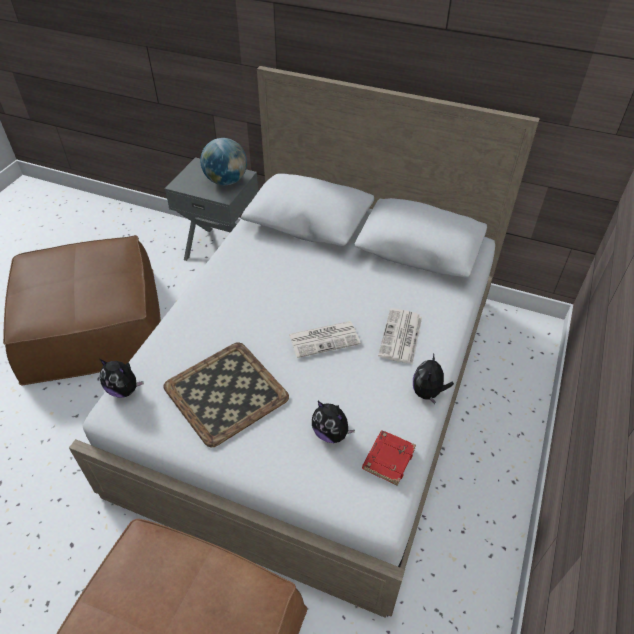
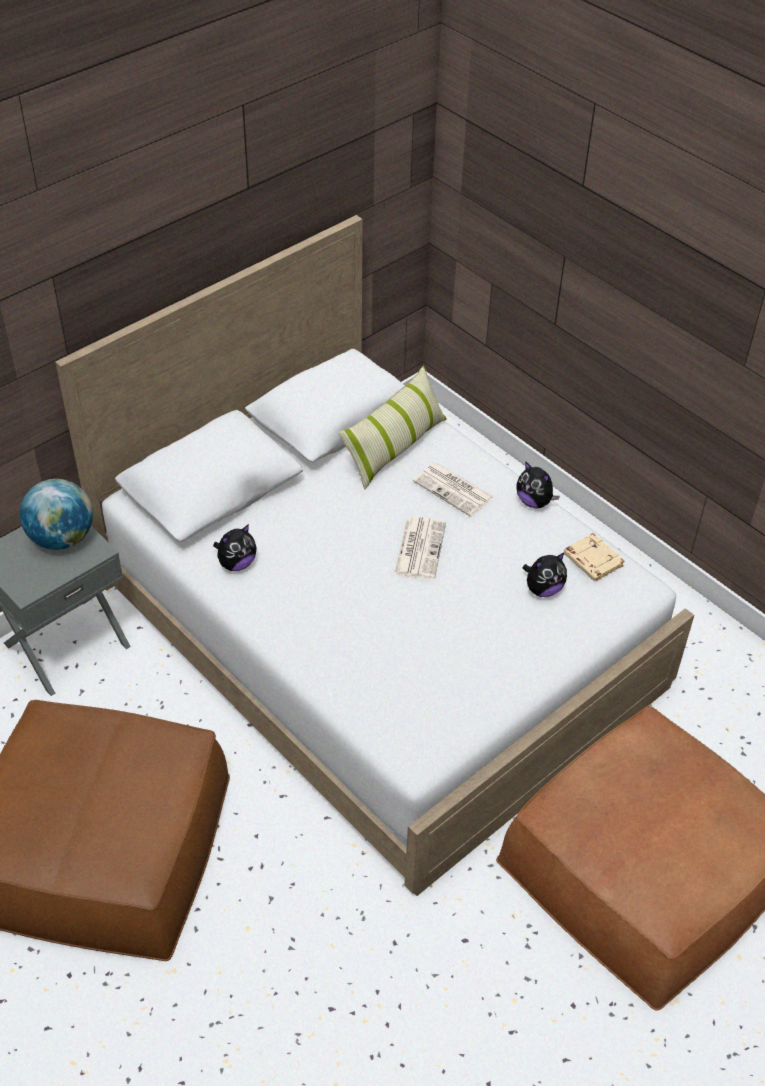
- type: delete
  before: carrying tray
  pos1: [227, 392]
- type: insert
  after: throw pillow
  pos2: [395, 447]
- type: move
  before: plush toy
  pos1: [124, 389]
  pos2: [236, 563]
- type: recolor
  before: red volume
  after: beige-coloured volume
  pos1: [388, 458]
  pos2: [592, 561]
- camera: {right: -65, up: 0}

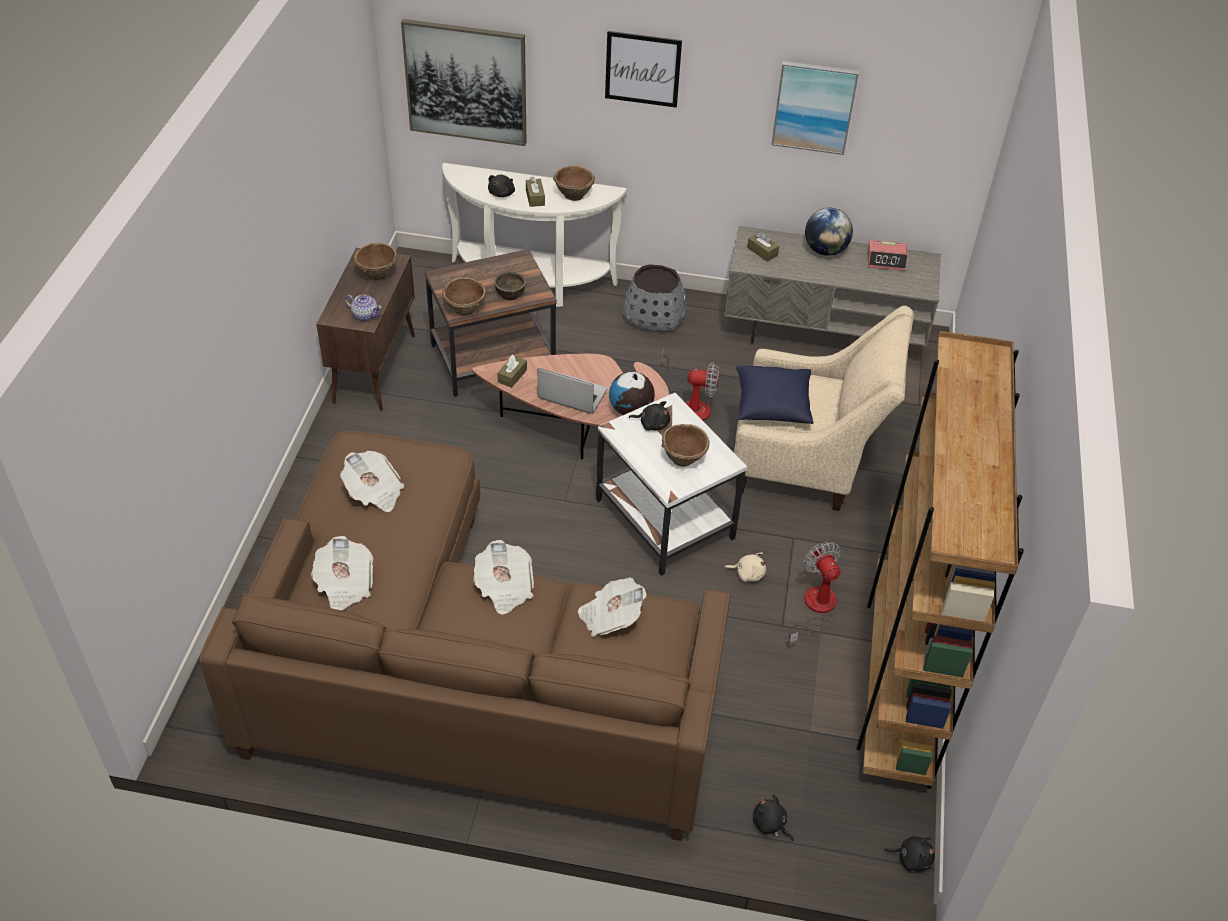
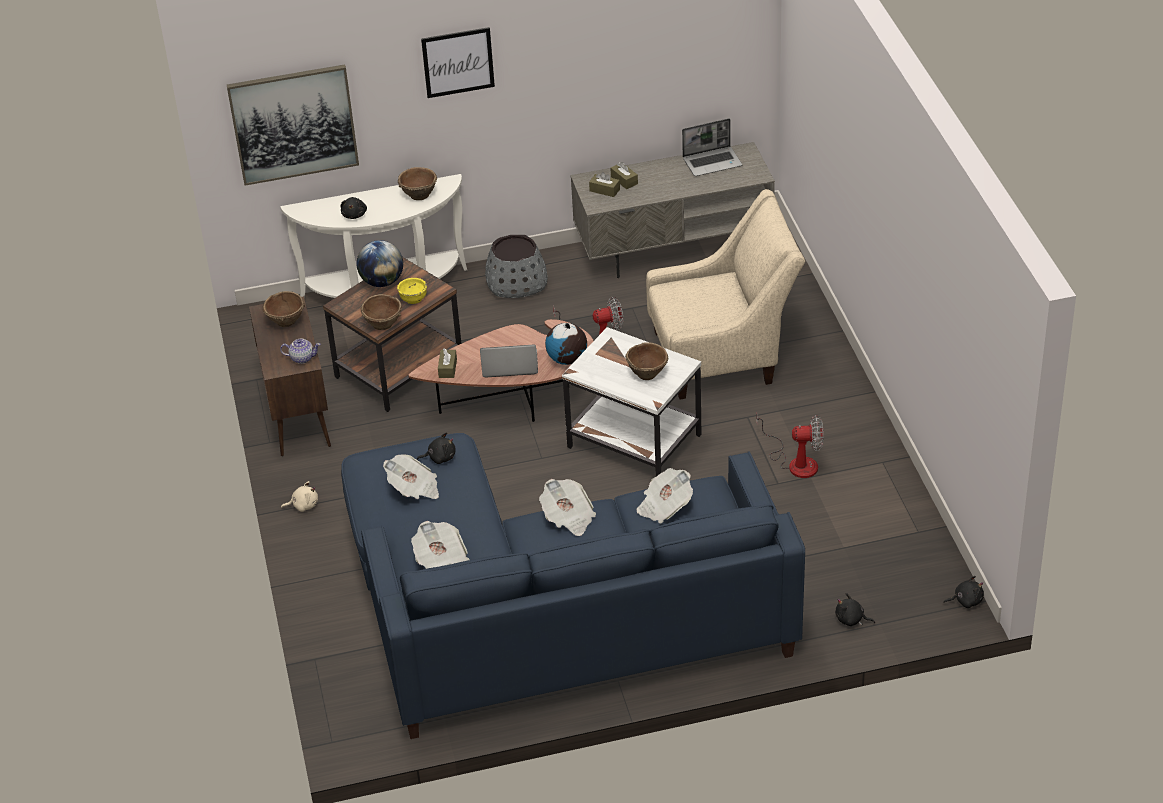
- type: delete
  before: blue-coloured throw pillow
  pos1: [772, 406]
- type: delete
  before: wall picture
  pos1: [814, 107]
- type: delete
  before: brown-coloured bookcase
  pos1: [898, 681]
- type: move
  before: brown-coloured box of tissues
  pos1: [535, 198]
  pos2: [624, 180]
- type: move
  before: black-coloured plush toy
  pos1: [652, 424]
  pos2: [440, 457]
- type: move
  before: beige-coloured plush toy
  pos1: [748, 573]
  pos2: [303, 505]
- type: move
  before: desk globe
  pos1: [825, 250]
  pos2: [382, 282]
- type: replace
  before: table clock
  after: notebook computer
  pos1: [886, 260]
  pos2: [712, 162]
- type: recolor
  before: brown-coloured sofa
  after: blue-coloured sofa
  pos1: [463, 676]
  pos2: [548, 614]
- type: recolor
  before: brown-coloured deep dish
  after: yellow deep dish
  pos1: [510, 294]
  pos2: [413, 299]
- type: rotate
  before: electric fan
  pos1: [814, 609]
  pos2: [795, 462]
  turn: 135
- camera: {right: -20, up: -5}

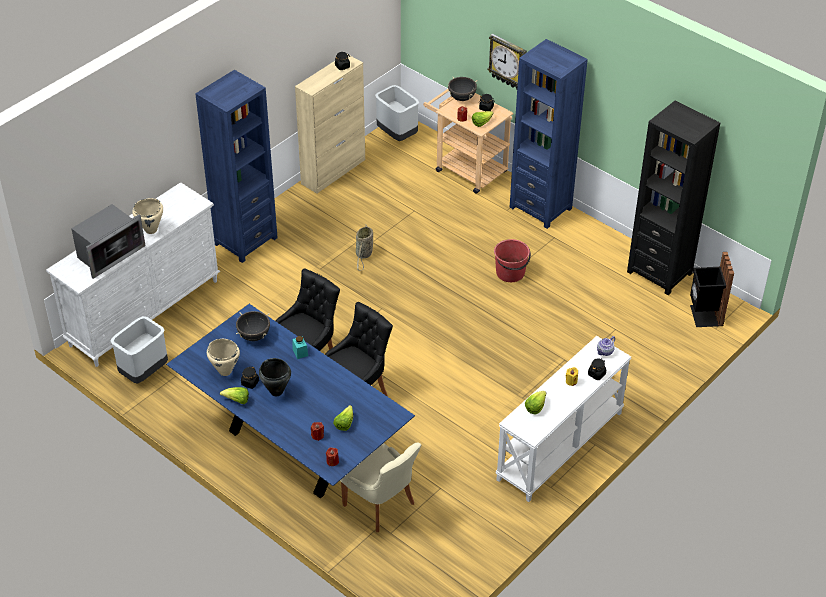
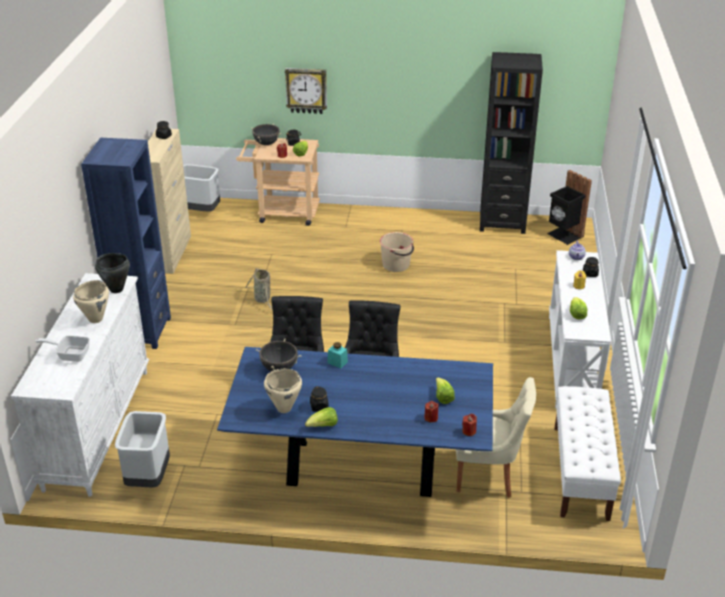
- type: delete
  before: blue-coloured bookcase
  pos1: [540, 208]
- type: insert
  after: white-coloured long seat
  pos2: [581, 472]
- type: move
  before: black-coloured cooking pot
  pos1: [276, 392]
  pos2: [116, 289]
- type: replace
  before: microwave
  after: skillet
  pos1: [109, 254]
  pos2: [70, 355]
- type: recolor
  before: red pail
  after: beige-coloured pail
  pos1: [510, 273]
  pos2: [396, 265]
- camera: {right: -35, up: -10}

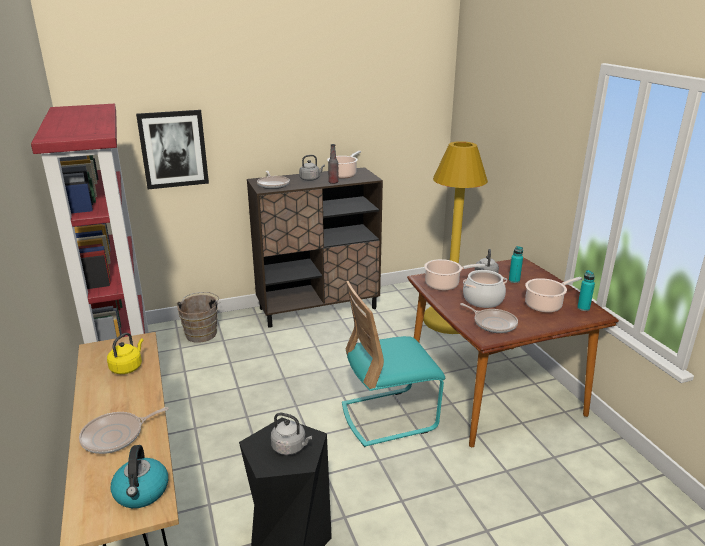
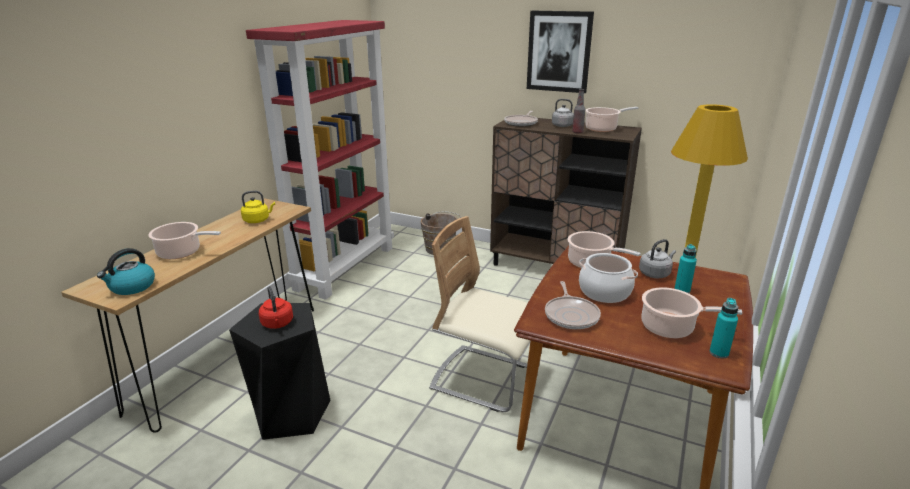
- type: move
  before: wall picture
  pos1: [173, 149]
  pos2: [559, 51]
- type: replace
  before: skillet
  after: cooking pot
  pos1: [116, 436]
  pos2: [182, 252]
- type: recolor
  before: gray tea kettle
  after: red tea kettle
  pos1: [290, 447]
  pos2: [277, 324]
- type: recolor
  before: turquoise plain chair
  after: beige-coloured plain chair
  pos1: [388, 416]
  pos2: [484, 379]
- camera: {right: 45, up: 0}

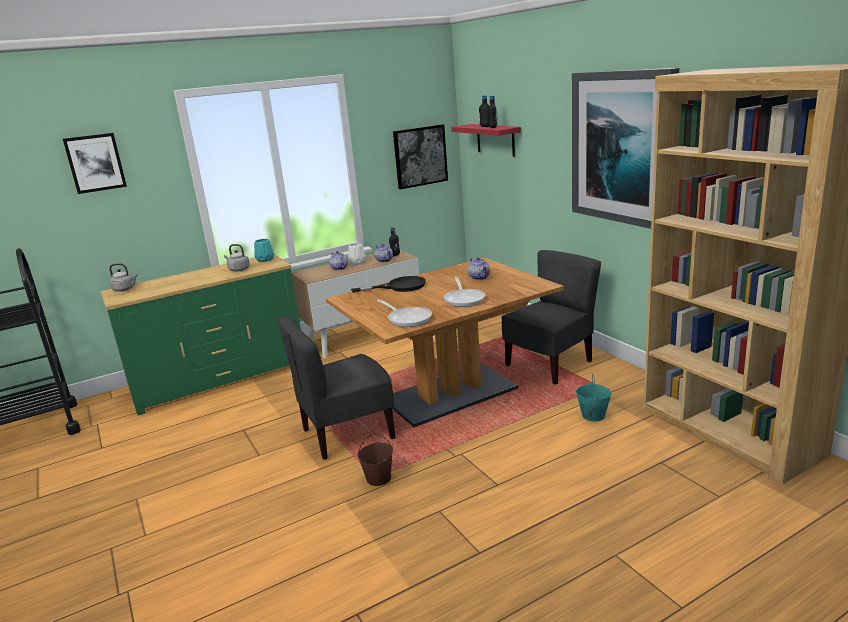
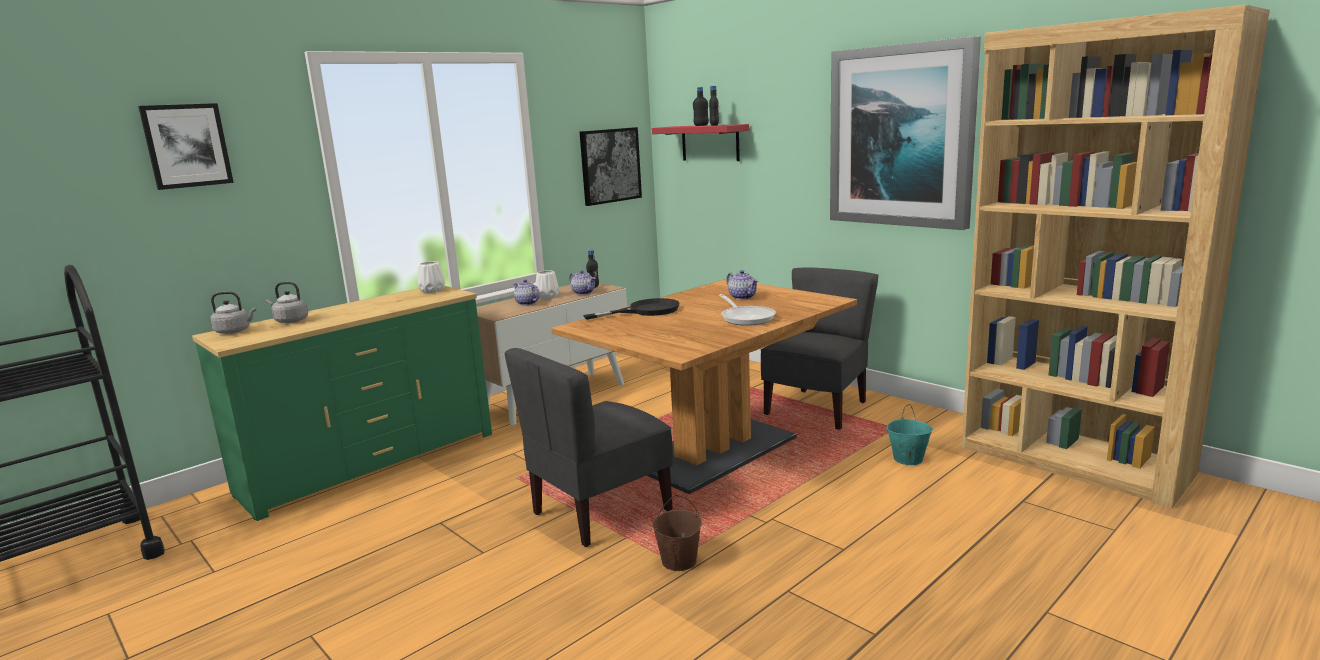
- type: delete
  before: skillet
  pos1: [407, 318]
- type: move
  before: gray tea kettle
  pos1: [238, 269]
  pos2: [290, 321]
- type: recolor
  before: turquoise vase
  after: white-coloured vase
  pos1: [265, 260]
  pos2: [432, 290]
- camera: {right: -15, up: -5}

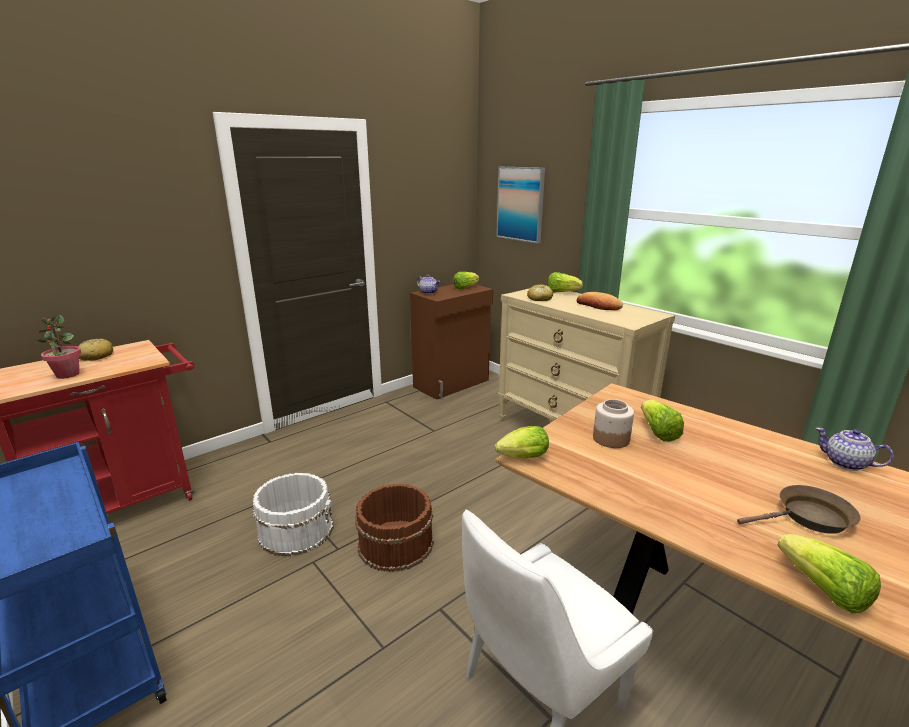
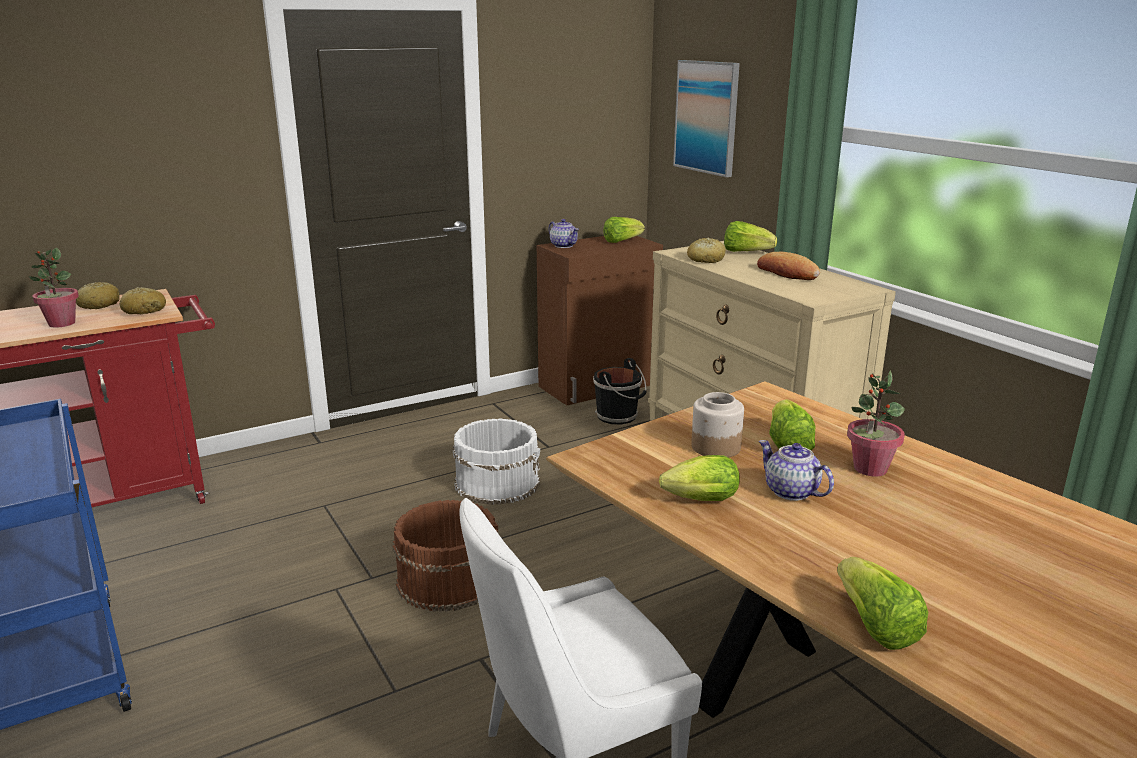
- type: delete
  before: brown-coloured skillet
  pos1: [809, 518]
- type: insert
  after: bakery bread
  pos2: [144, 310]
- type: insert
  after: black-coloured pail
  pos2: [618, 416]
- type: insert
  after: plant in a pot
  pos2: [870, 469]
- type: move
  before: white-coloured pail
  pos1: [296, 530]
  pos2: [497, 483]
- type: move
  before: lettuce
  pos1: [520, 458]
  pos2: [697, 500]
- type: move
  before: teapot
  pos1: [846, 463]
  pos2: [791, 492]
- camera: {right: 10, up: 0}

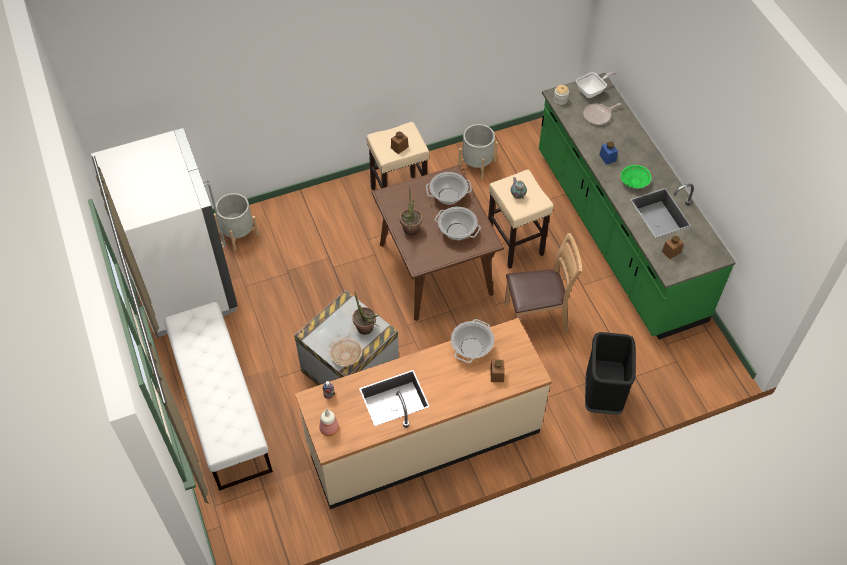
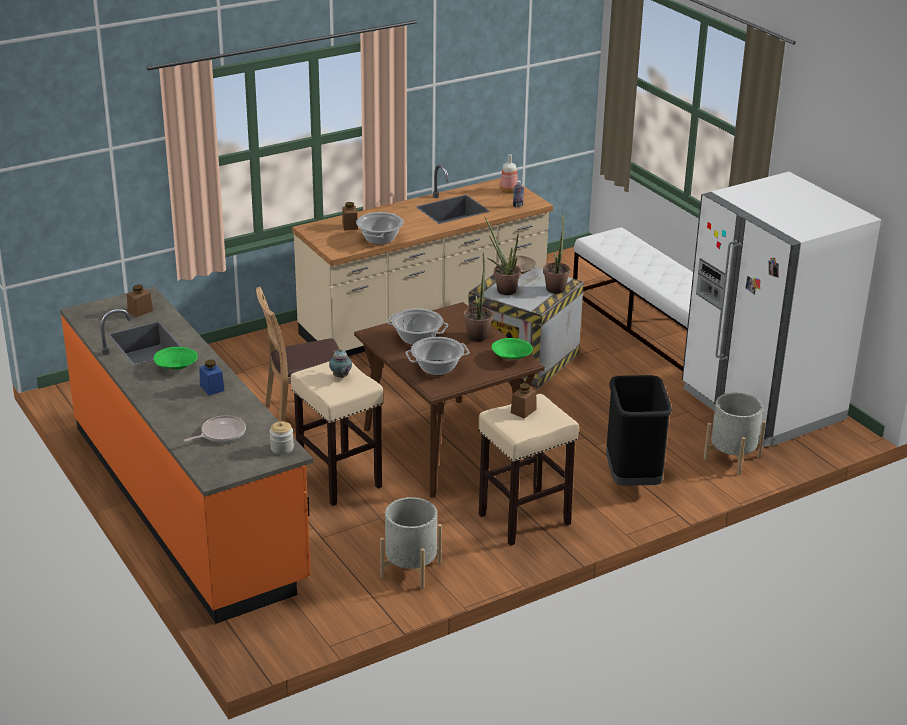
- type: delete
  before: skillet
  pos1: [592, 91]
- type: insert
  after: greenish deep dish
  pos2: [512, 357]
- type: insert
  after: plant in a pot
  pos2: [556, 287]
- type: move
  before: black-coloured trash can
  pos1: [602, 395]
  pos2: [633, 479]
- type: recolor
  before: greenish counter
  after: orangey counter
  pos1: [617, 235]
  pos2: [187, 502]
- camera: {right: 170, up: -25}

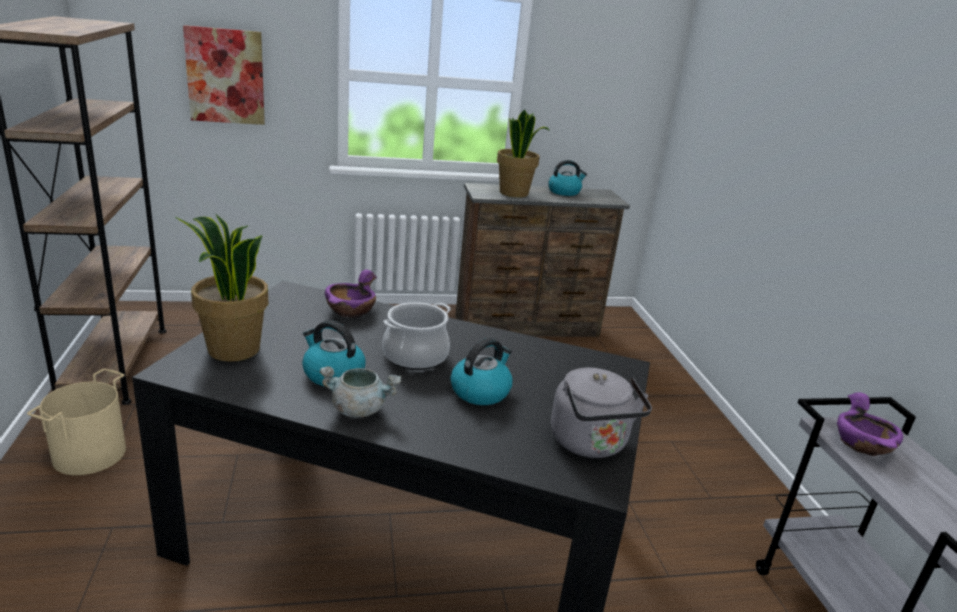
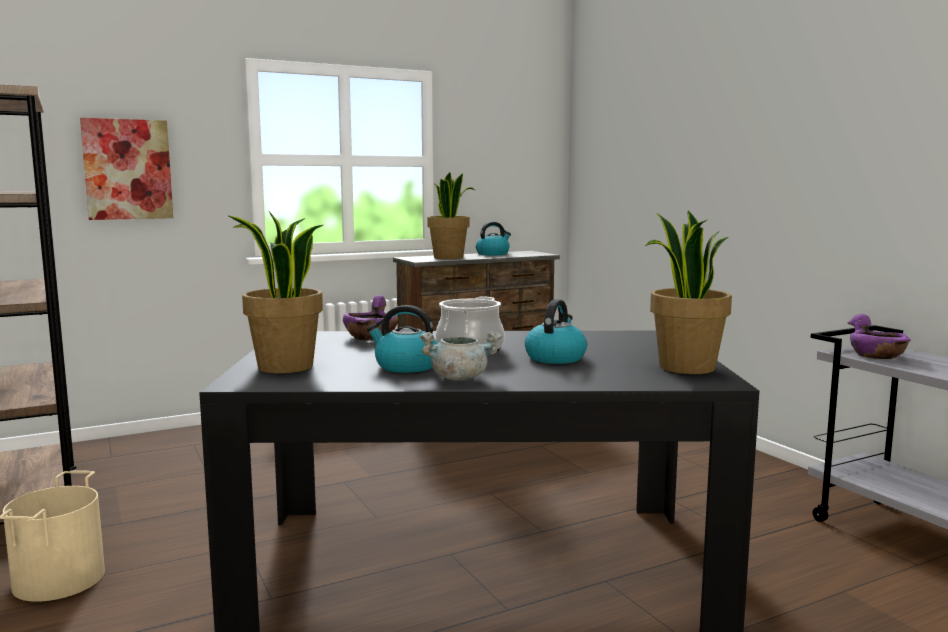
- type: replace
  before: gray tea kettle
  after: plant in a pot
  pos1: [591, 444]
  pos2: [685, 367]
- camera: {right: -15, up: -15}

